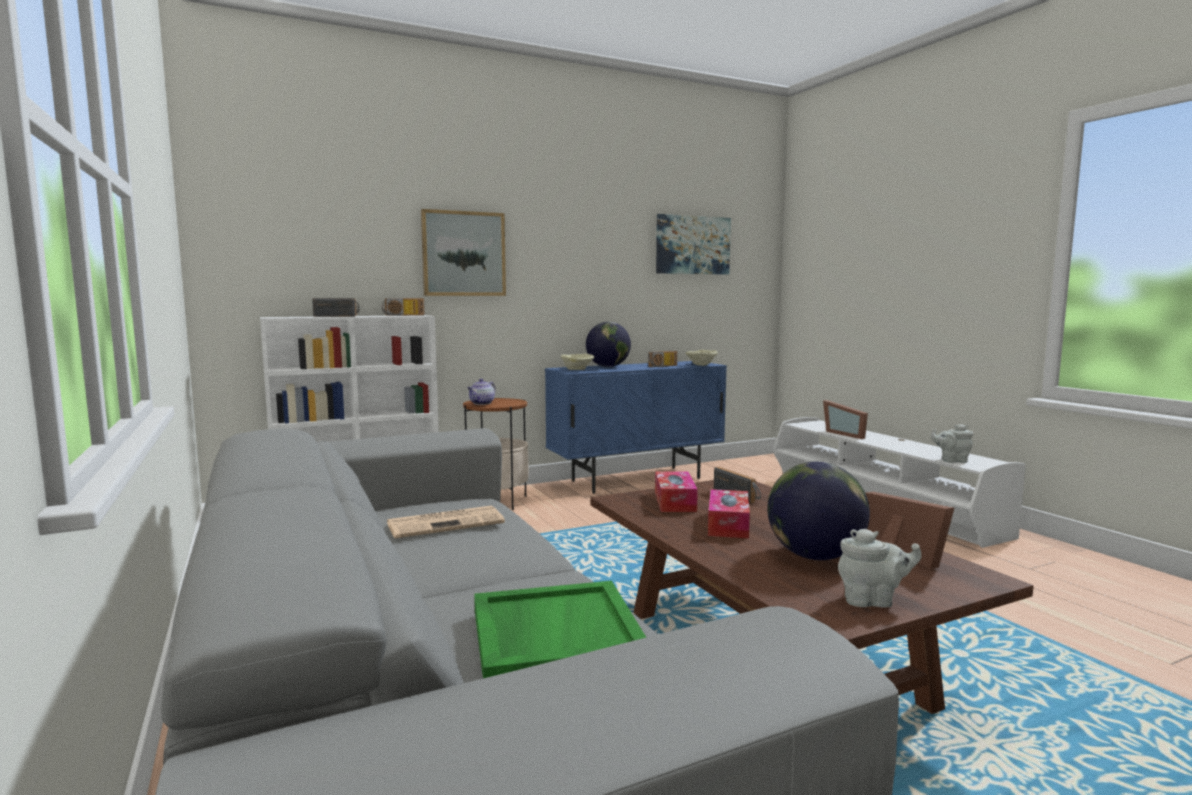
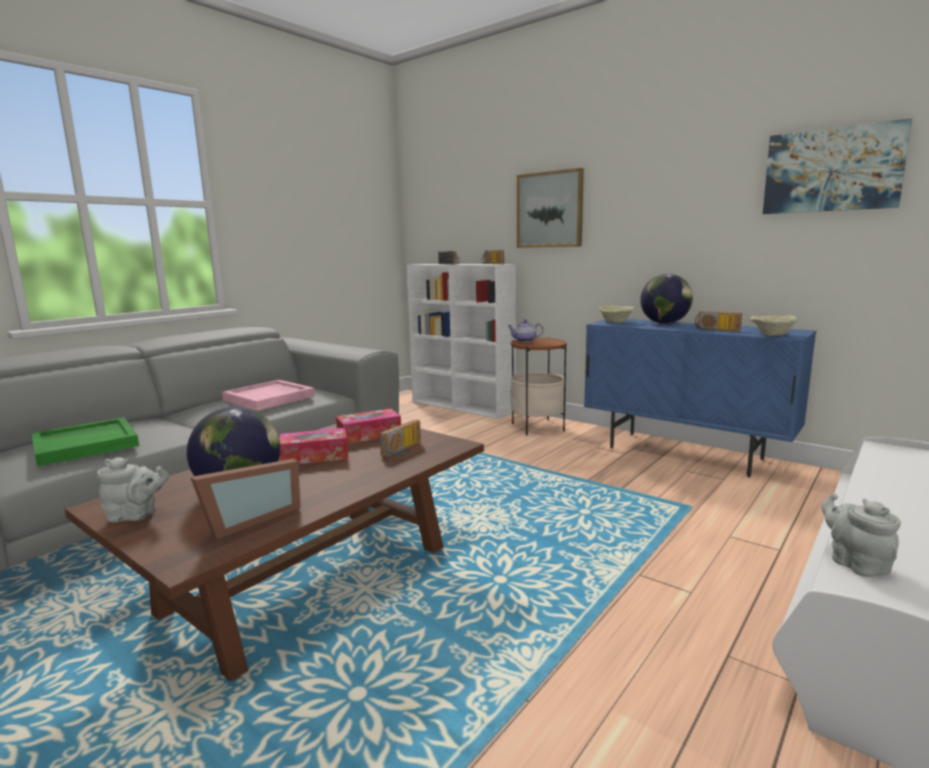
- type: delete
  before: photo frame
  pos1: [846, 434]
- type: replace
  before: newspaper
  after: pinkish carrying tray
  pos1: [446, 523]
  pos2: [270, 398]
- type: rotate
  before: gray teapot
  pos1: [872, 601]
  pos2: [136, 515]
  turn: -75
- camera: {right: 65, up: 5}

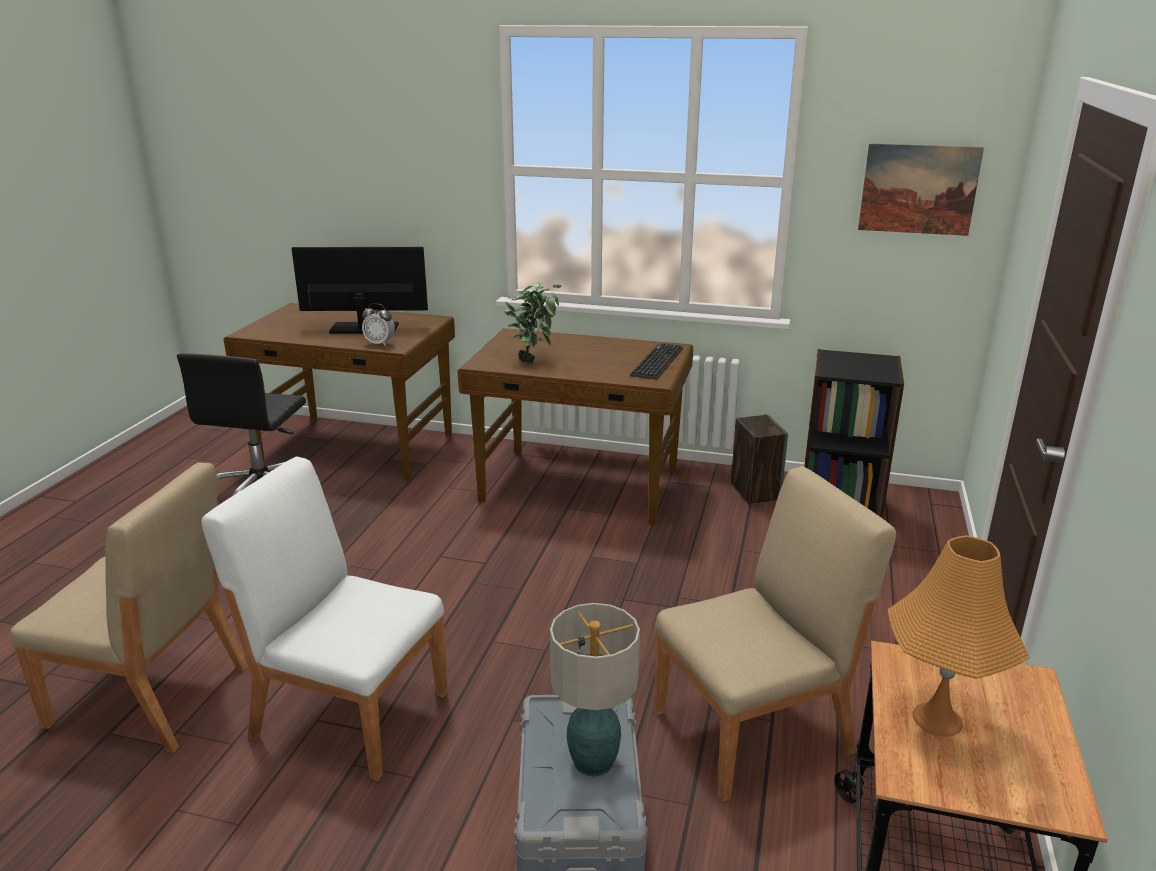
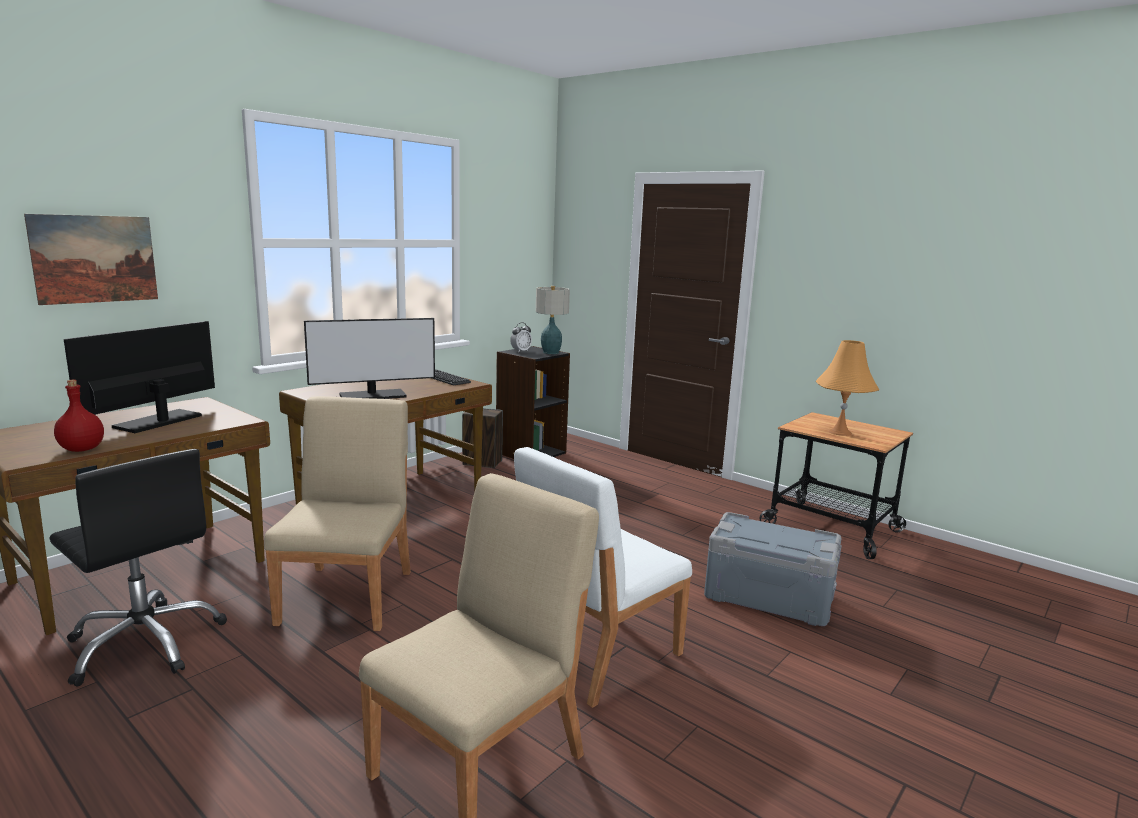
- type: insert
  after: red drink bottle
  pos2: [82, 449]
- type: move
  before: table clock
  pos1: [380, 343]
  pos2: [520, 351]
- type: move
  before: lamp for a table
  pos1: [593, 762]
  pos2: [551, 353]
- type: move
  before: beige-coloured plain chair
  pos1: [754, 730]
  pos2: [348, 596]
- type: move
  before: wall picture
  pos1: [918, 189]
  pos2: [95, 259]
- type: replace
  before: plant in a pot
  after: monitor
  pos1: [533, 360]
  pos2: [373, 396]
- camera: {right: -65, up: -10}

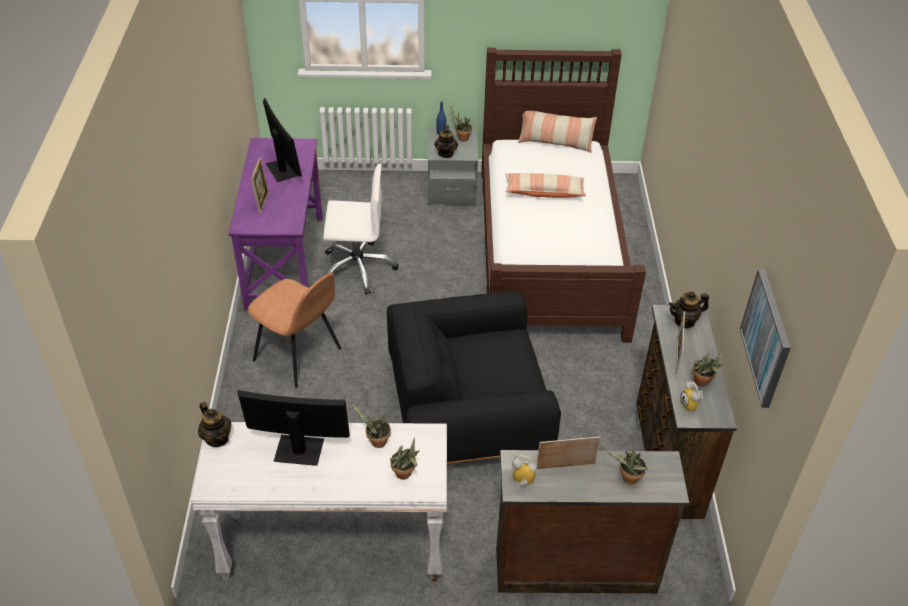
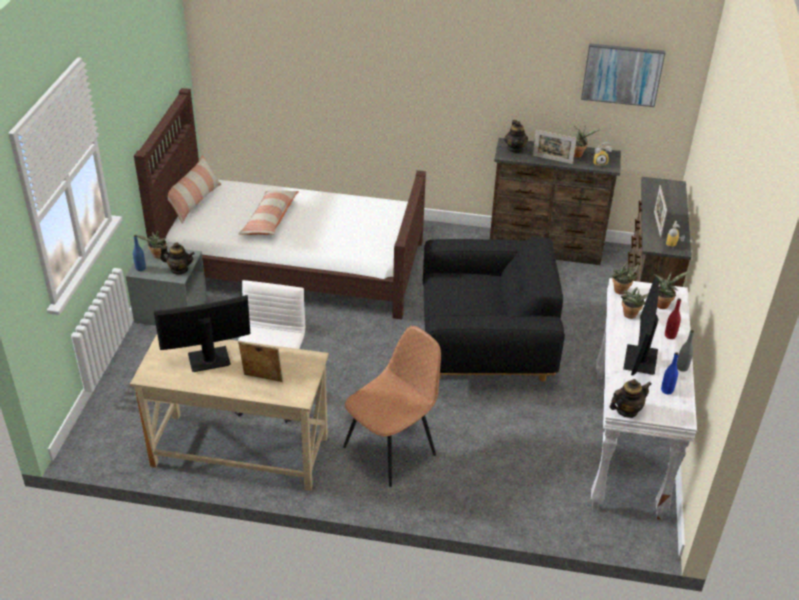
- type: insert
  after: blue-coloured drink bottle
  pos2: [667, 390]
- type: insert
  after: red drink bottle
  pos2: [670, 335]
- type: insert
  after: gray drink bottle
  pos2: [682, 367]
- type: move
  before: plant in a pot
  pos1: [628, 479]
  pos2: [621, 292]
- type: recolor
  before: purple-coloured desk table
  after: beige-coloured desk table
  pos1: [284, 261]
  pos2: [240, 452]
- type: rotate
  before: black-coloured lounge chair
  pos1: [467, 412]
  pos2: [485, 343]
  turn: -90
- camera: {right: -80, up: -5}

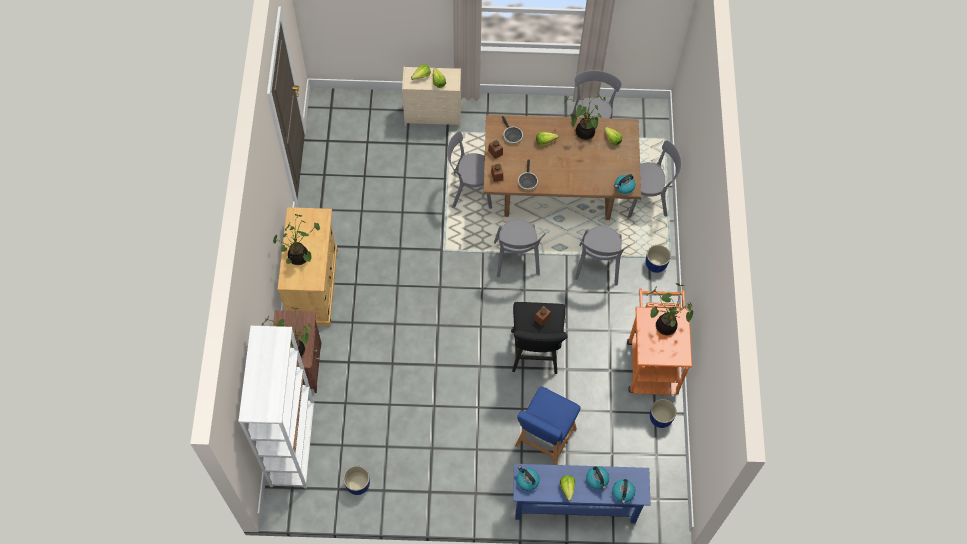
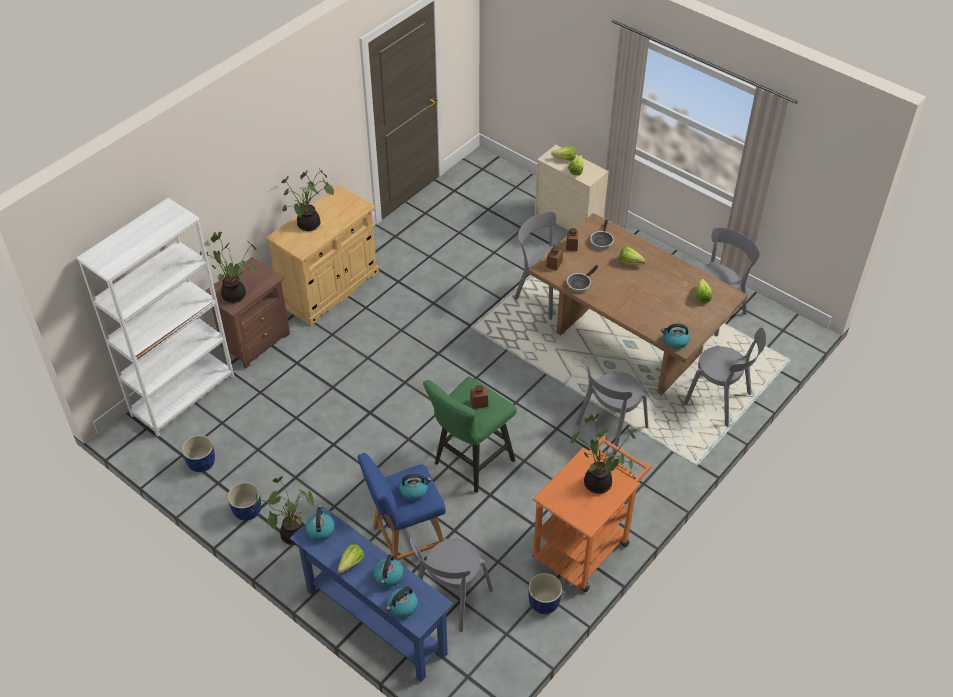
- type: insert
  after: tea kettle
  pos2: [414, 490]
- type: move
  before: gray plain chair
  pos1: [516, 260]
  pos2: [450, 599]
- type: move
  before: plant in a pot
  pos1: [583, 132]
  pos2: [292, 533]
- type: move
  before: blue-coloured flower pot
  pos1: [656, 264]
  pos2: [247, 511]
- type: recolor
  before: black-coloured stool seat
  after: greenish stool seat
  pos1: [535, 356]
  pos2: [470, 464]
- camera: {right: 40, up: -15}

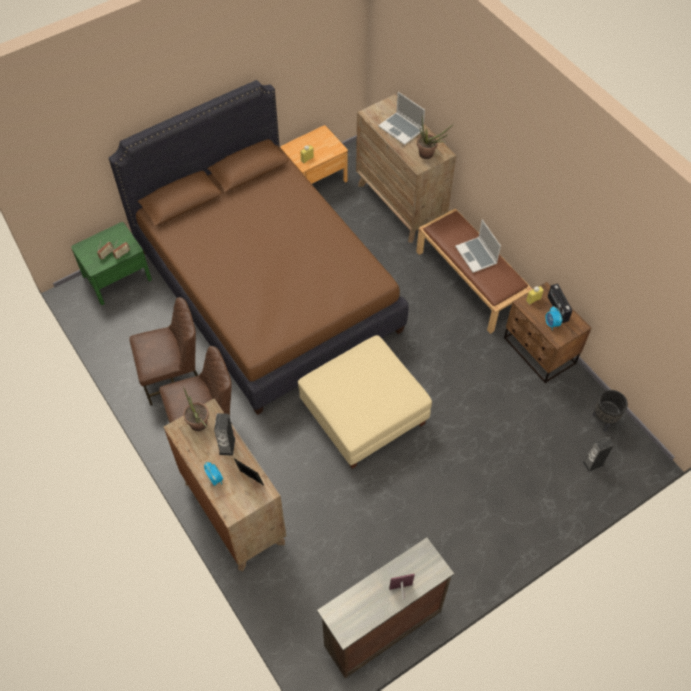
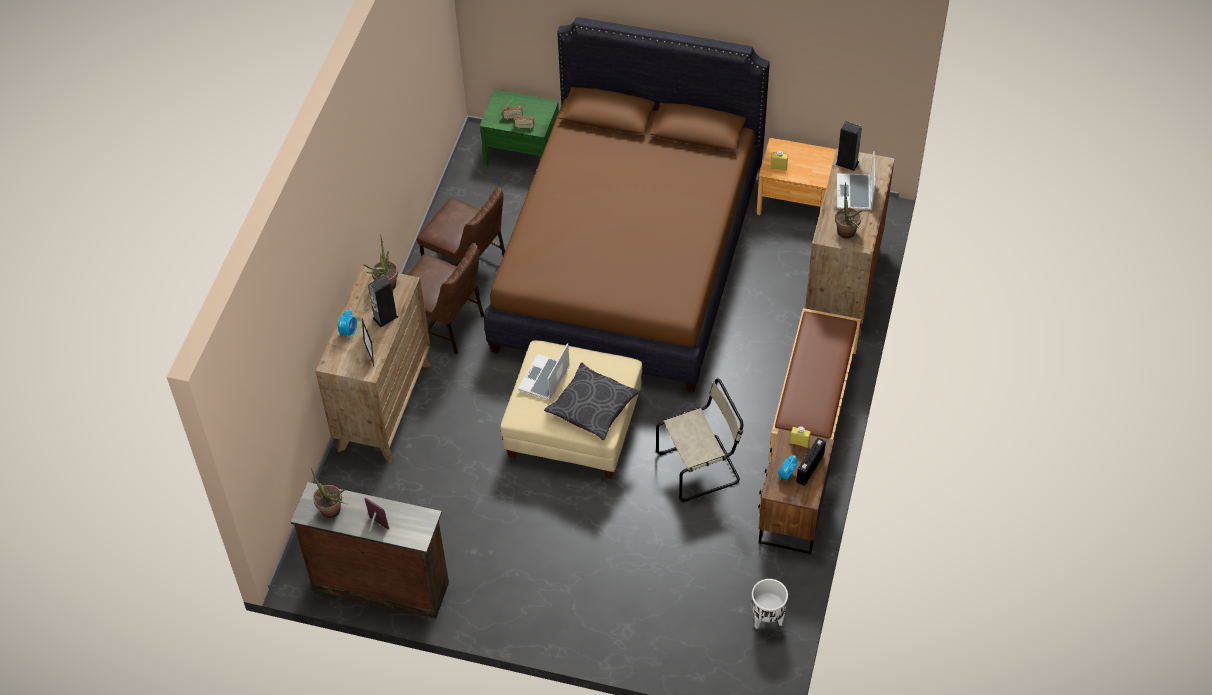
- type: insert
  after: plant in a pot
  pos2: [333, 512]
- type: insert
  after: gray throw pillow
  pos2: [592, 407]
- type: insert
  after: beige-coloured plain chair
  pos2: [701, 467]
- type: move
  before: notebook computer
  pos1: [477, 256]
  pos2: [544, 379]
- type: move
  before: audio speaker
  pos1: [593, 463]
  pos2: [847, 163]
- type: recolor
  before: black-coloured flower pot
  after: white-coloured flower pot
  pos1: [604, 420]
  pos2: [767, 619]
- camera: {right: 50, up: -5}

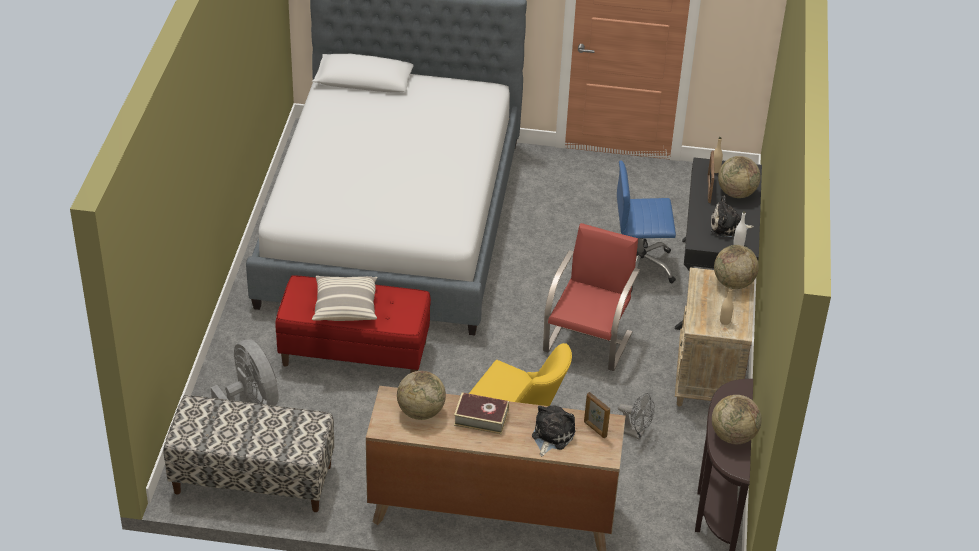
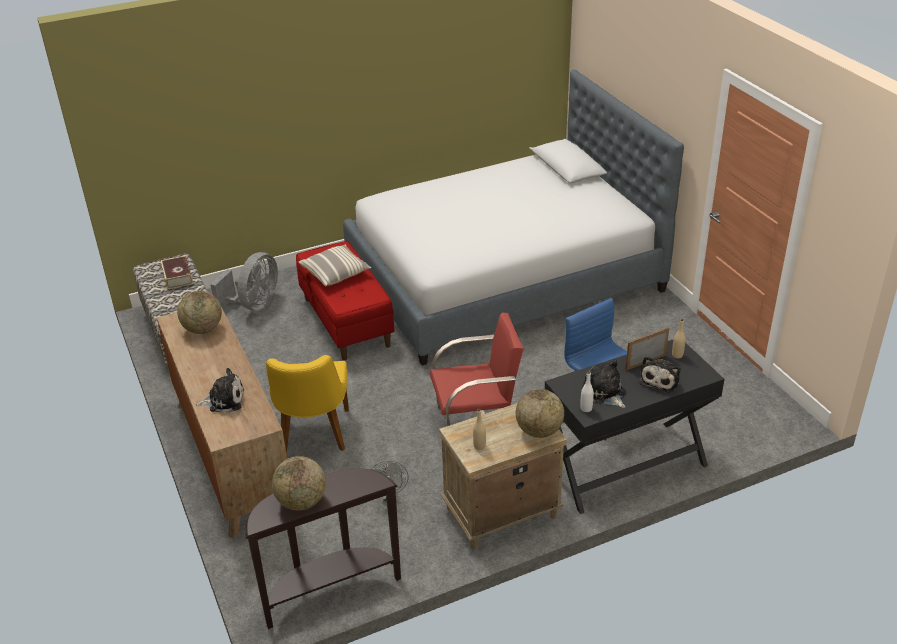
- type: delete
  before: photo frame
  pos1: [595, 429]
- type: move
  before: volume
  pos1: [481, 418]
  pos2: [177, 277]
- type: replace
  before: desk globe
  after: plush toy
  pos1: [736, 193]
  pos2: [660, 379]
- camera: {right: 60, up: -5}

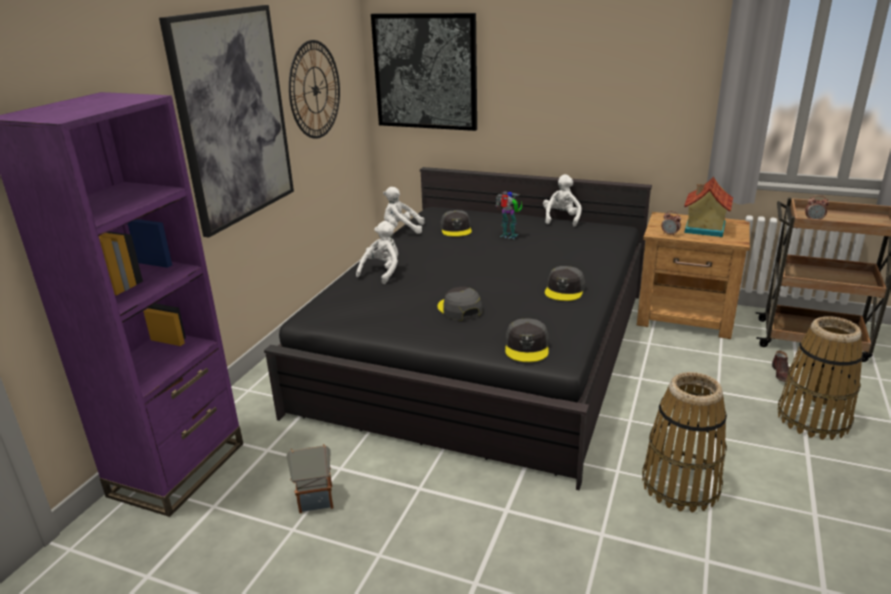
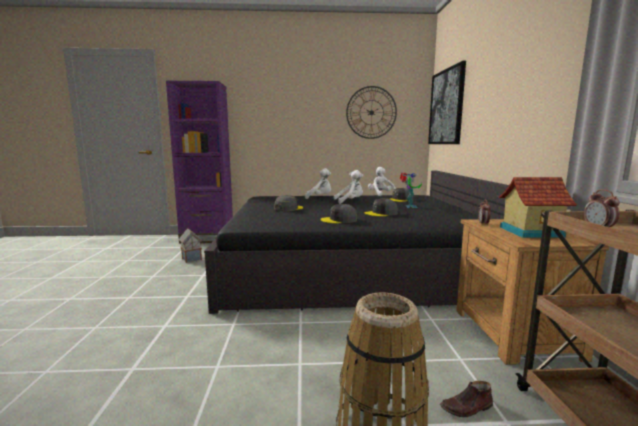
- type: delete
  before: wall picture
  pos1: [233, 117]
- type: delete
  before: storage basket
  pos1: [681, 485]
- type: move
  before: gray cap
  pos1: [527, 347]
  pos2: [381, 213]
- type: move
  before: white-coloured plush toy
  pos1: [561, 219]
  pos2: [350, 201]
- camera: {right: 65, up: -15}

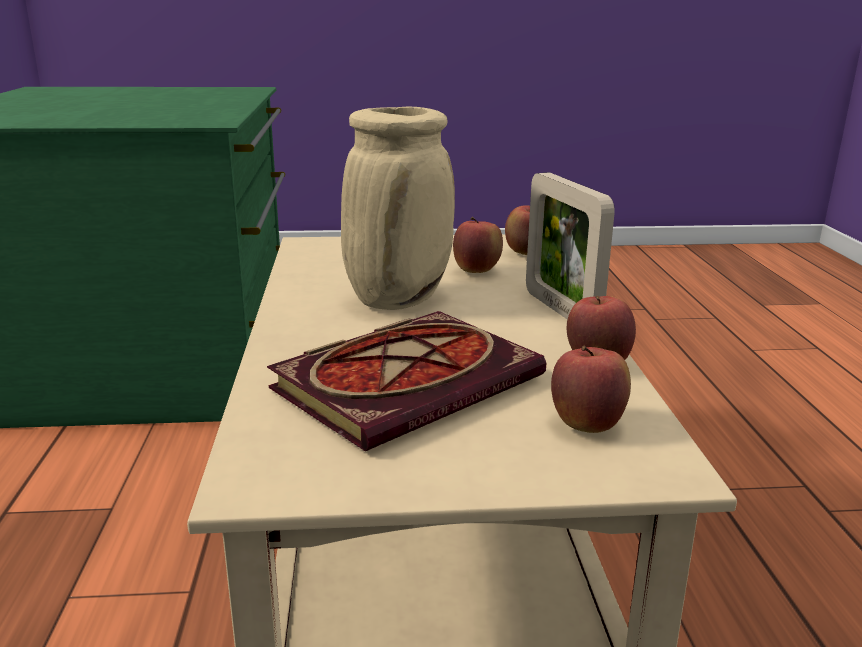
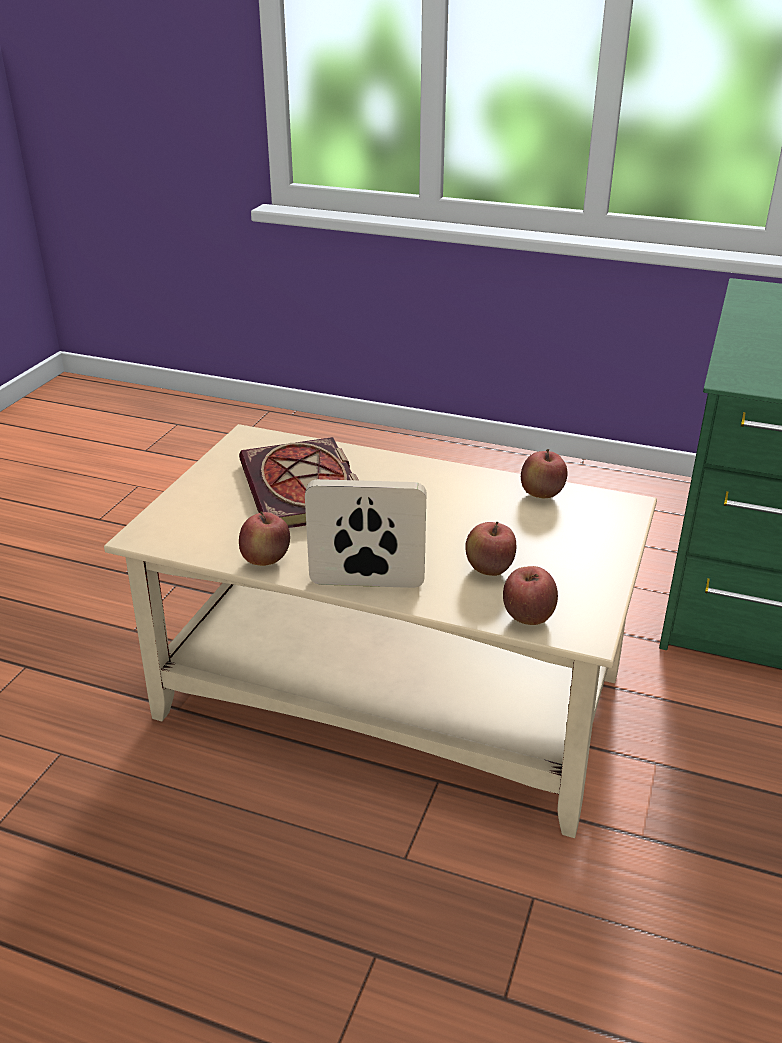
- type: delete
  before: beige-coloured vase
  pos1: [398, 299]
- type: move
  before: whole apple
  pos1: [587, 425]
  pos2: [541, 495]
- camera: {right: 115, up: 10}

